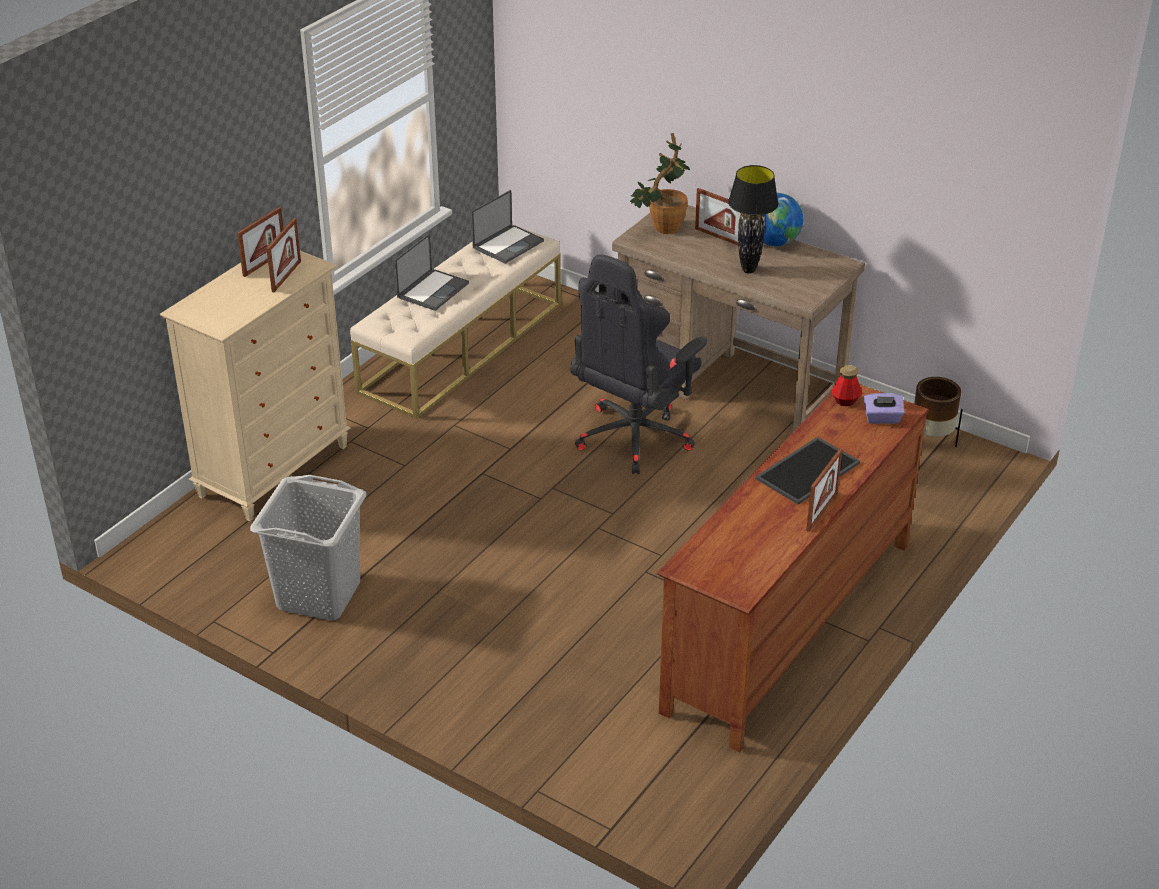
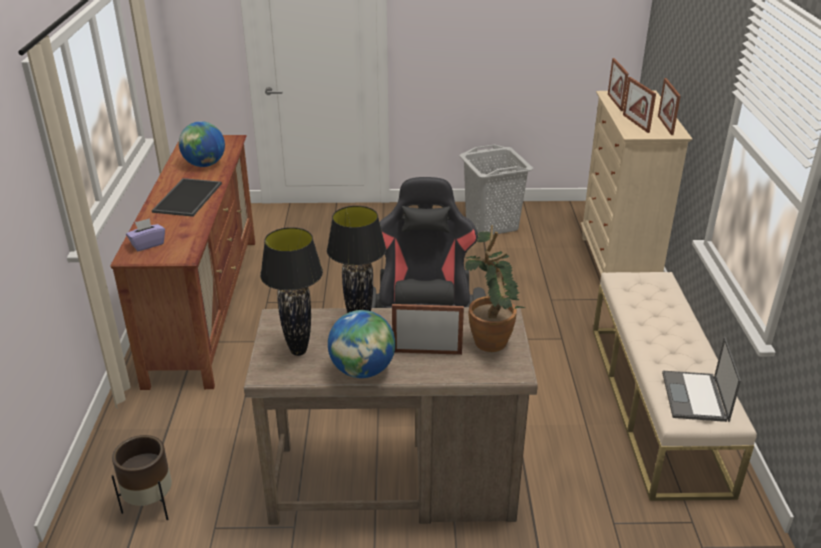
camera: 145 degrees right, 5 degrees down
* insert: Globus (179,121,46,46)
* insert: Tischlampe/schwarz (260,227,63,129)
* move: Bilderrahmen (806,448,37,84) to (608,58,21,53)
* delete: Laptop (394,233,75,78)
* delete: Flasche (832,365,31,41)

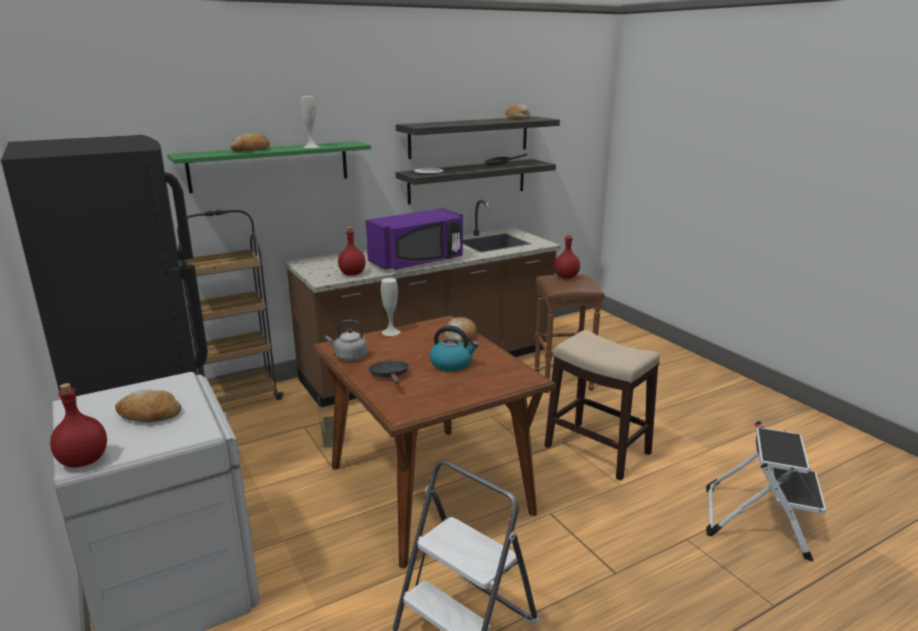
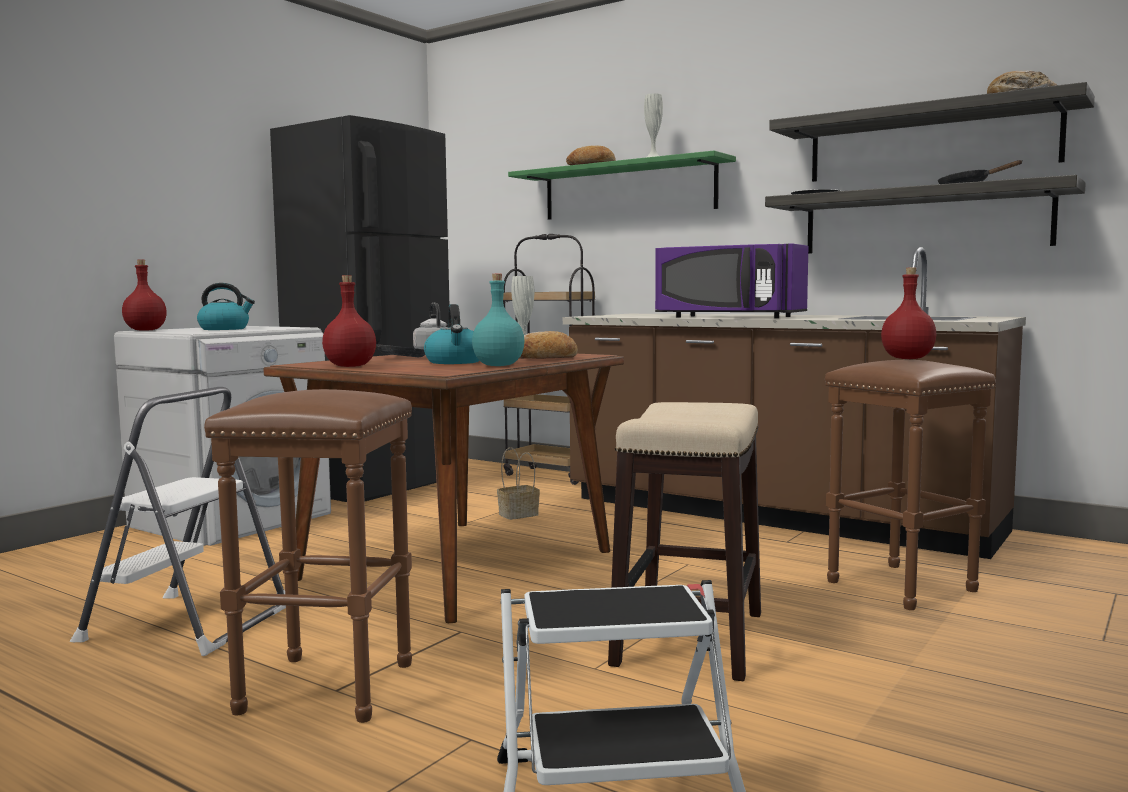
camera: 65 degrees right, 15 degrees down
* replace: Brot (115,389,66,33) to Wasserkessel (197,283,58,47)
* insert: Hocker/braun (204,389,208,334)
* move: Flasche/rot (338,227,28,49) to (322,275,54,92)
* insert: Flasche/türkis (472,274,53,92)

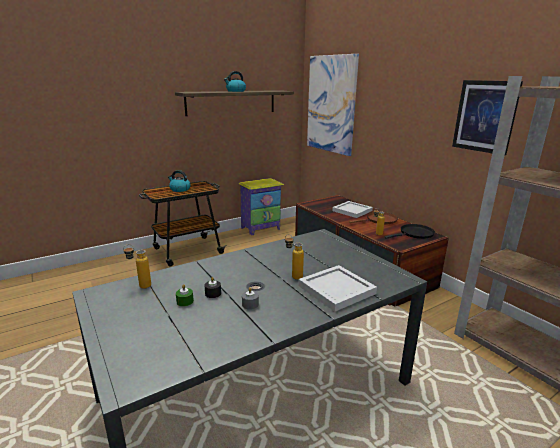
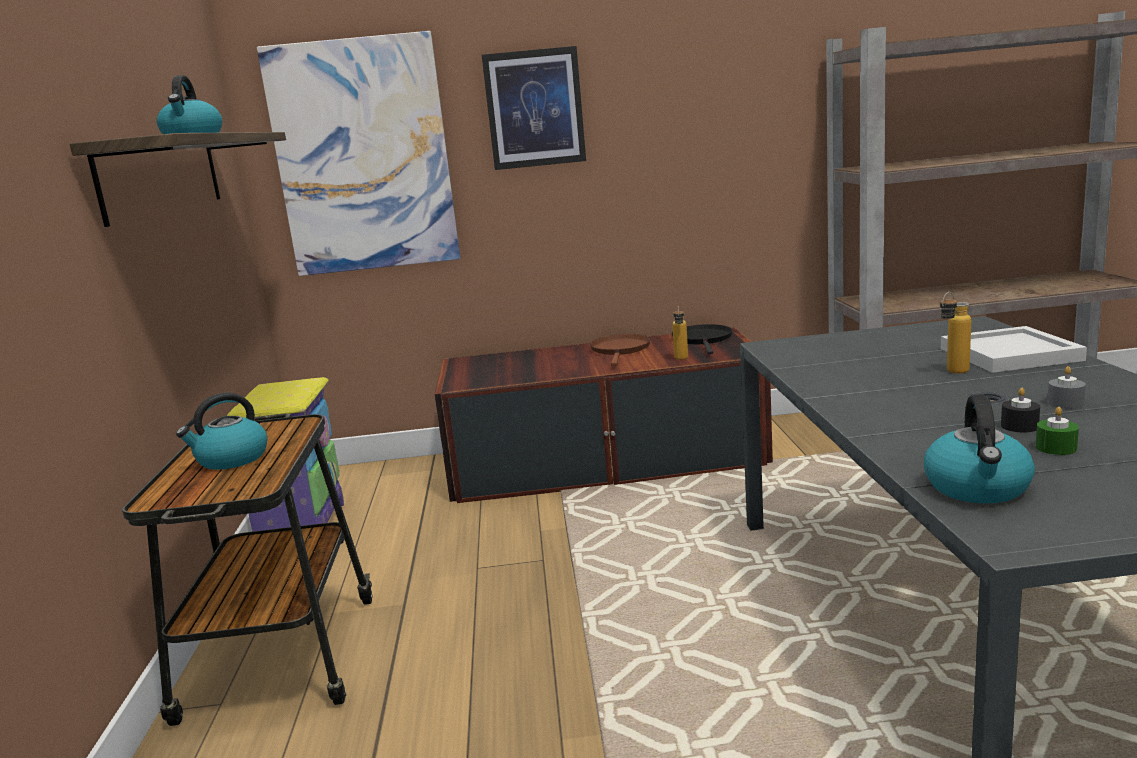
camera: 60 degrees left, 5 degrees down
* move: Bild (452,80,71,75) to (482,46,104,124)
* replace: Flasche (123,245,28,44) to Wasserkessel (924,394,111,109)
* delete: Tablett/weiß (332,201,41,17)

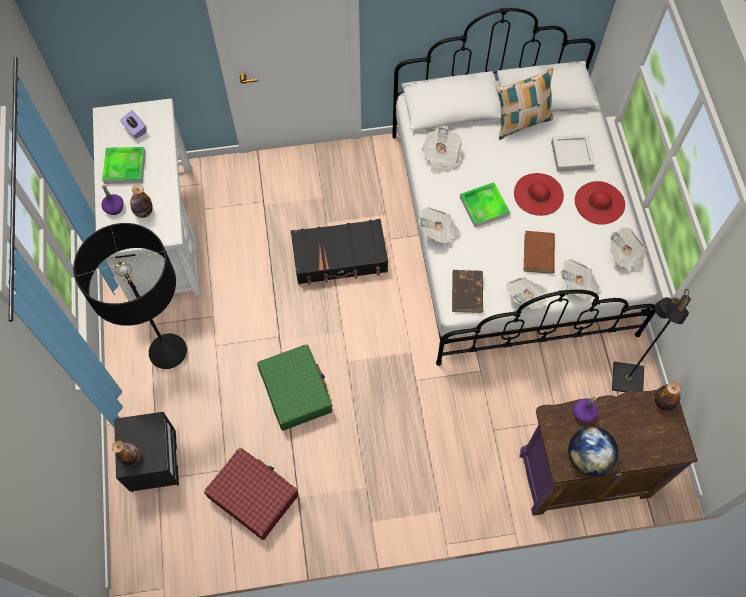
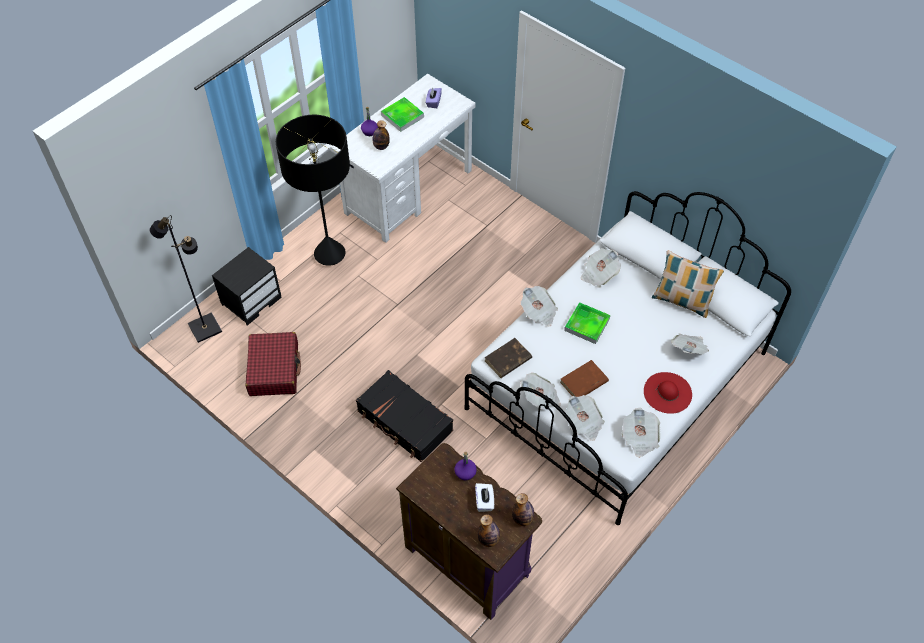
camera: 50 degrees right, 10 degrees down
* move: Stehlampe/schwarz (612,289,80,103) to (150,215,72,128)
* move: Koffer/schwarz (291,219,97,66) to (356,370,97,92)
* insert: Taschentuchbox/weiß (475,483,19,29)
* move: Flasche (112,440,29,26) to (477,514,23,33)
* replace: Tablett/grau (551,134,44,38) to Zeitung (671,334,38,20)
* delete: Koffer/grün (257,344,75,87)
* delete: Hut/rot (514,173,50,43)
* delete: Globus (568,427,50,49)

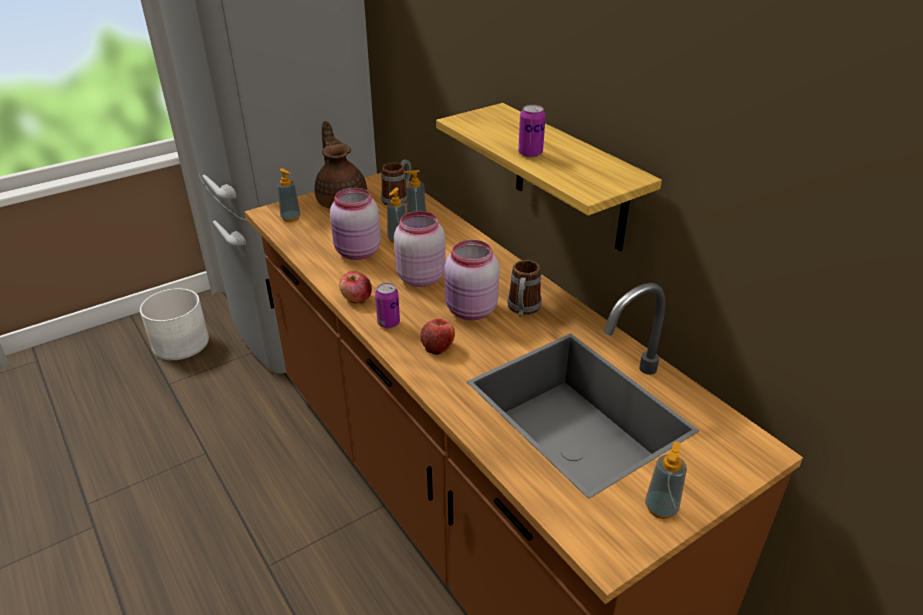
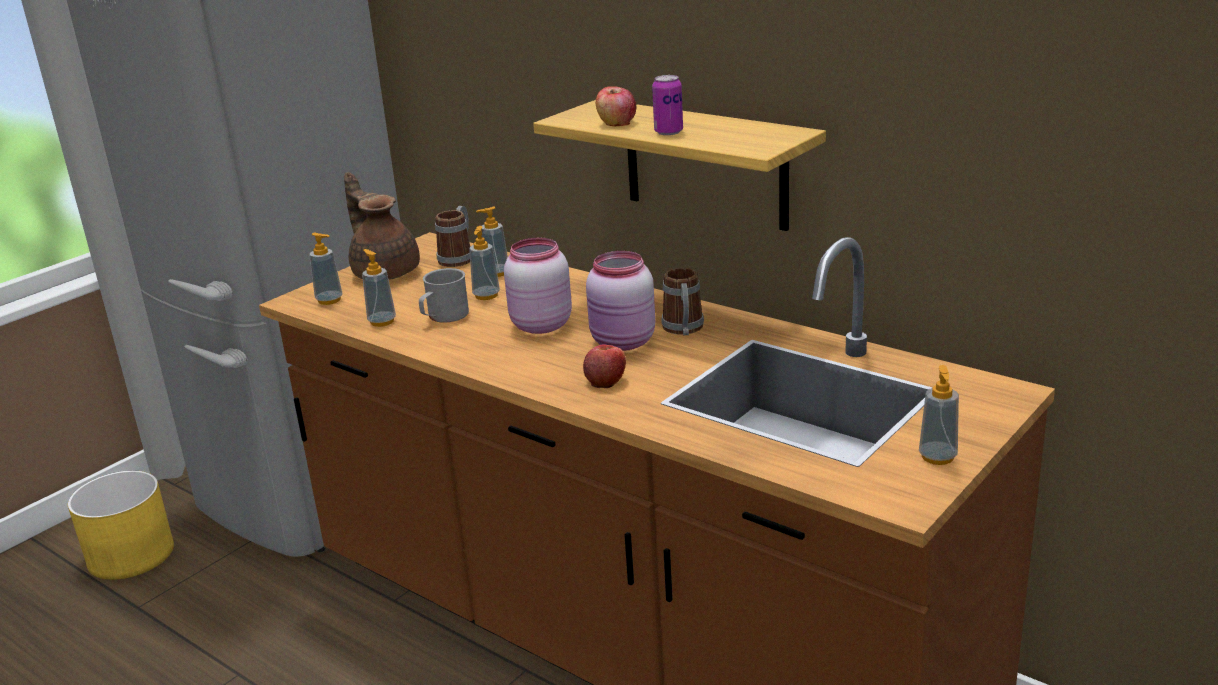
camera: 15 degrees left, 10 degrees down
* recolor: Pflanzkübel/weiß (140,288,69,72) to Pflanzkübel/gelb (68,470,106,110)
* insert: Seifenspender (362,249,34,78)
* replace: Vorratsglas/rosa (330,188,51,72) to Henkelbecher/grau (419,268,50,54)
* move: Apfel (339,271,33,33) to (596,86,40,40)
* delete: Dose (375,283,25,45)

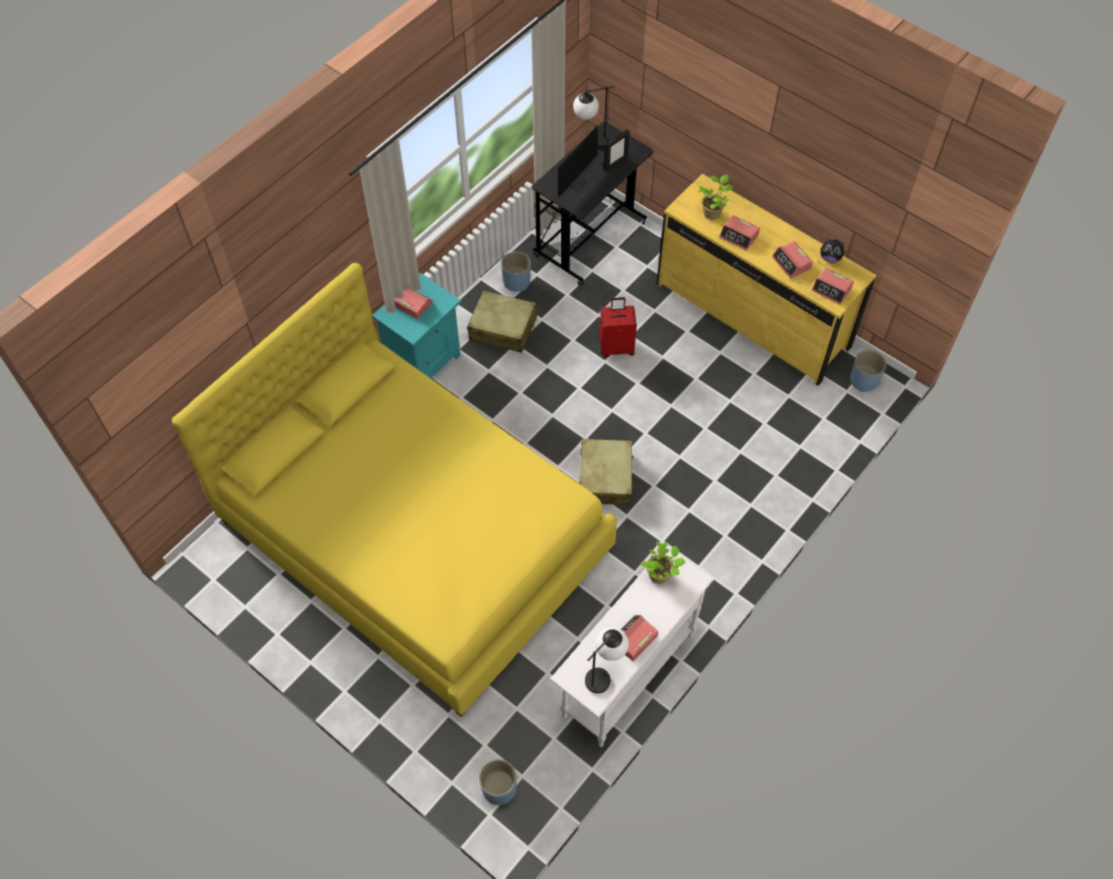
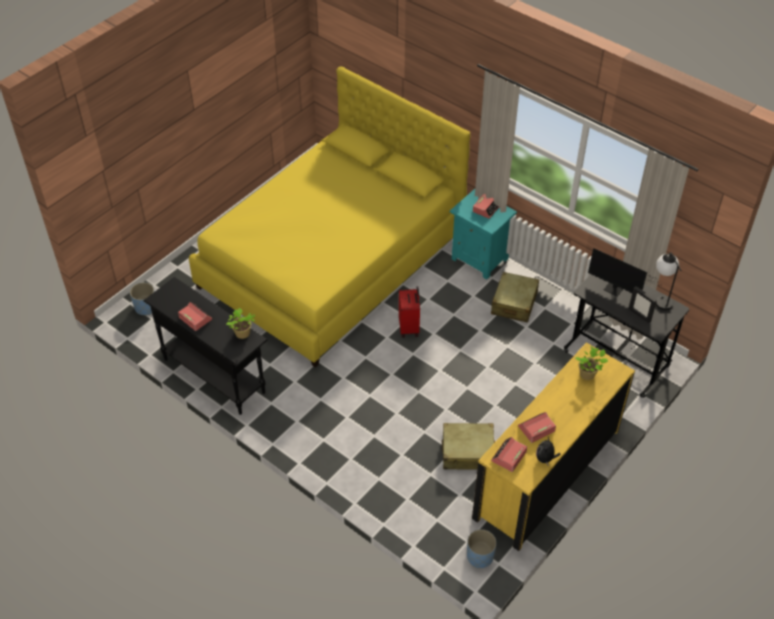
camera: 90 degrees right, 10 degrees down
* recolor: Konsolentisch/weiß (550,545,164,202) to Konsolentisch/schwarz (144,277,124,138)
* move: Koffer/rot (599,297,38,60) to (399,286,21,52)
* move: Koffer/beige (579,439,55,66) to (442,423,53,47)
* delete: Pflanzkübel/blau (501,251,30,41)
* delete: Tischlampe (585,627,44,66)
* delete: Wecker (719,215,41,36)

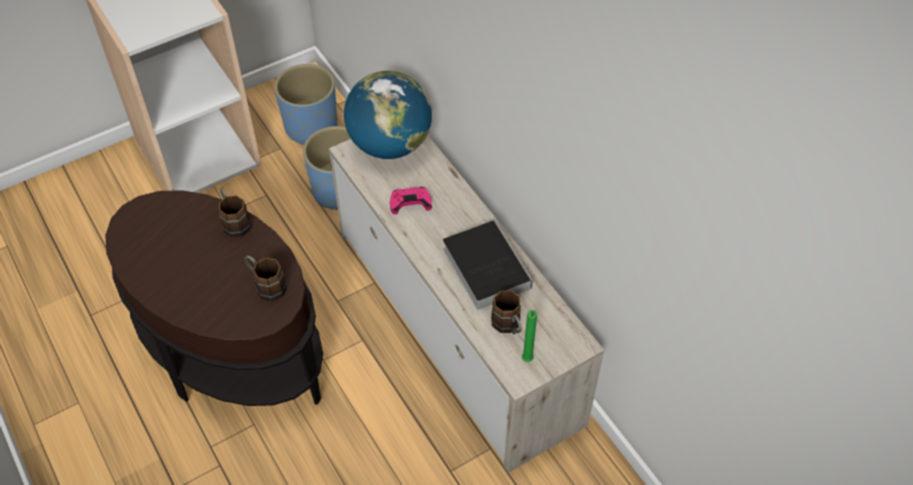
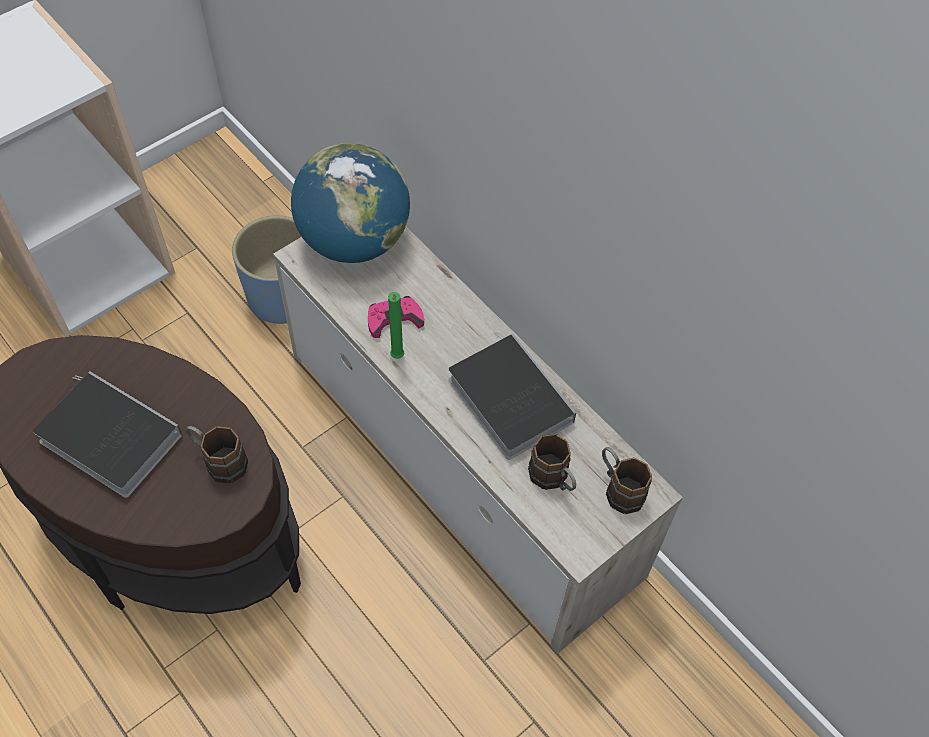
camera: 10 degrees left, 5 degrees up
* insert: Buch (33,371,149,127)
* move: Kerze/grün (522,310,15,52) to (388,292,16,67)
* move: Henkelbecher/braun (219,188,32,50) to (602,447,50,67)
* delete: Pflanzkübel/blau (274,64,63,81)

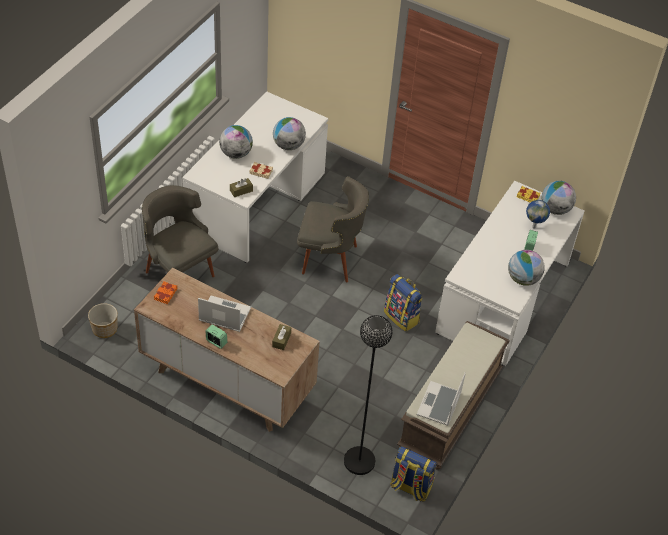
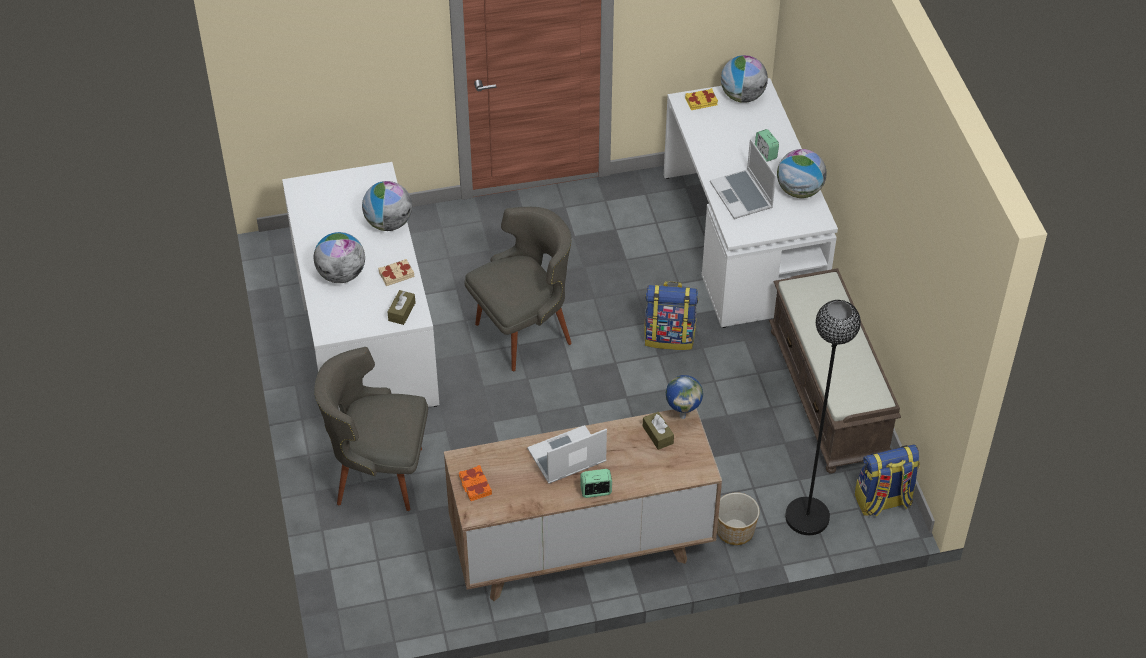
camera: 40 degrees left, 0 degrees up
* move: Globus (526,200,24,29) to (666,375,37,44)
* move: Laptop (417,372,49,54) to (710,139,66,80)
* move: Pflanzkübel (88,303,30,35) to (717,492,43,53)

